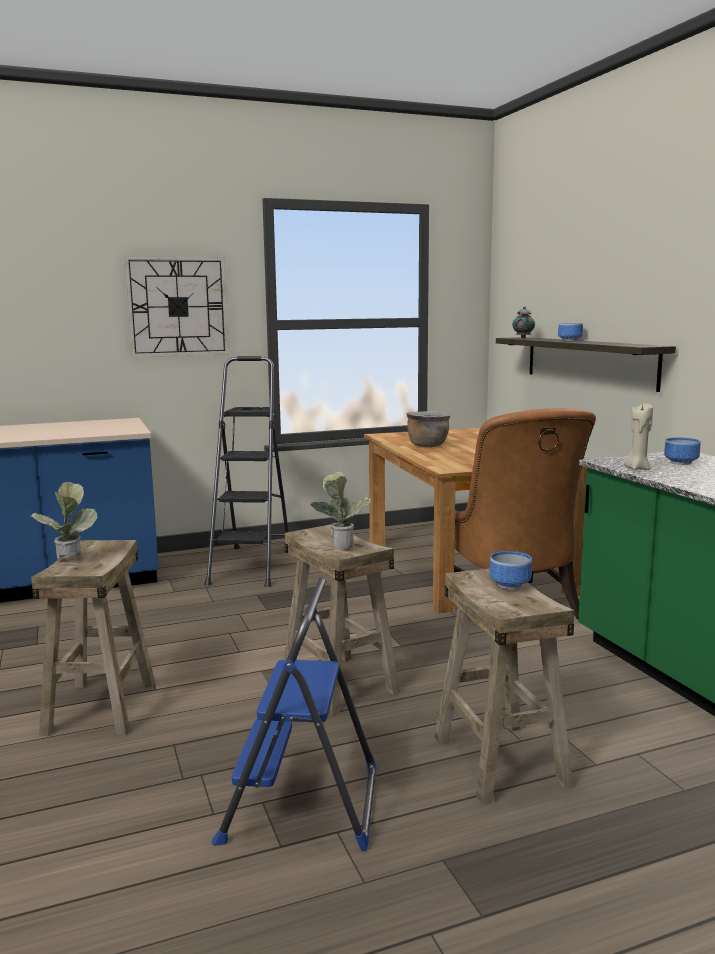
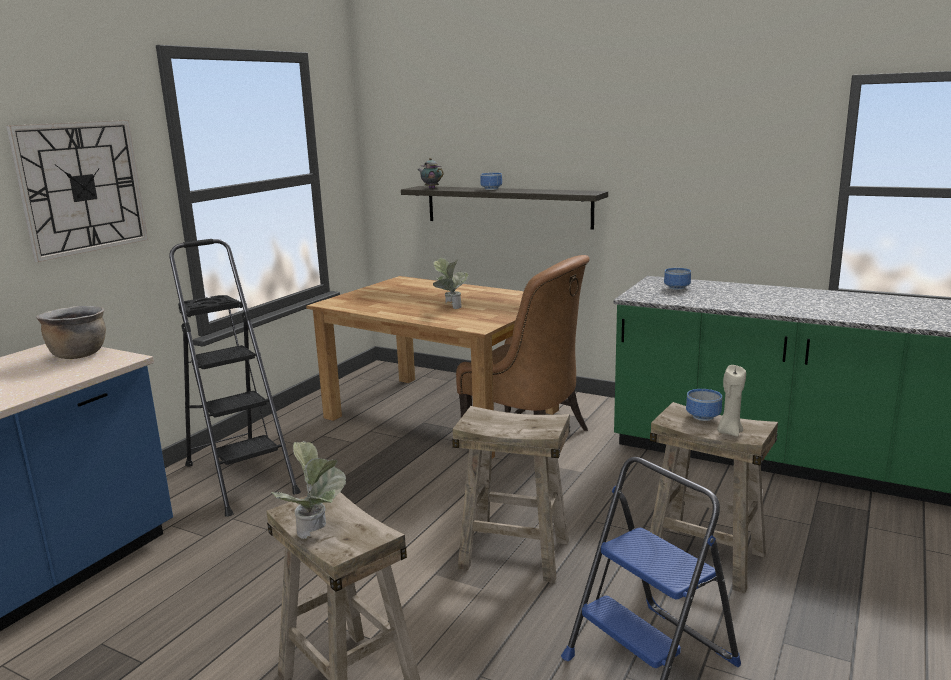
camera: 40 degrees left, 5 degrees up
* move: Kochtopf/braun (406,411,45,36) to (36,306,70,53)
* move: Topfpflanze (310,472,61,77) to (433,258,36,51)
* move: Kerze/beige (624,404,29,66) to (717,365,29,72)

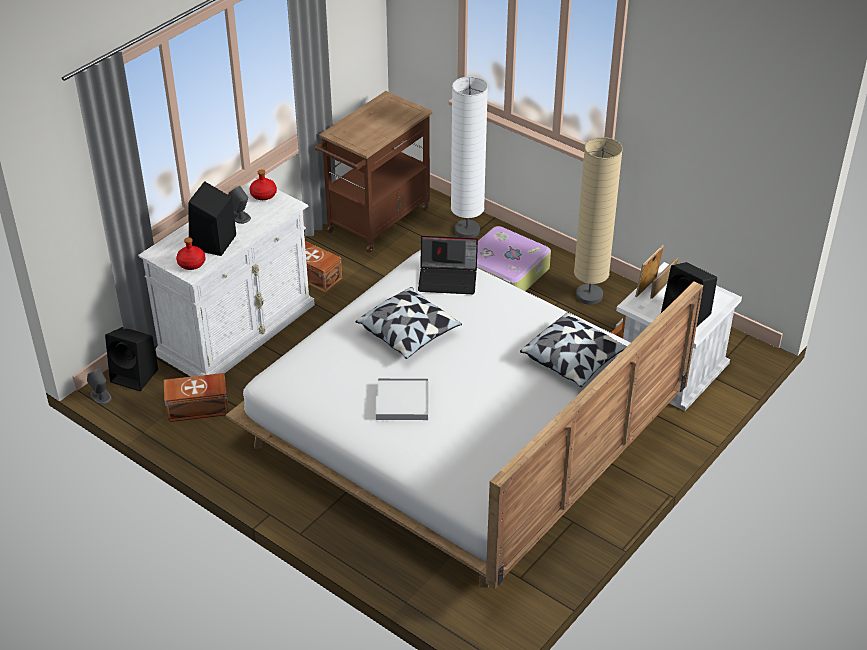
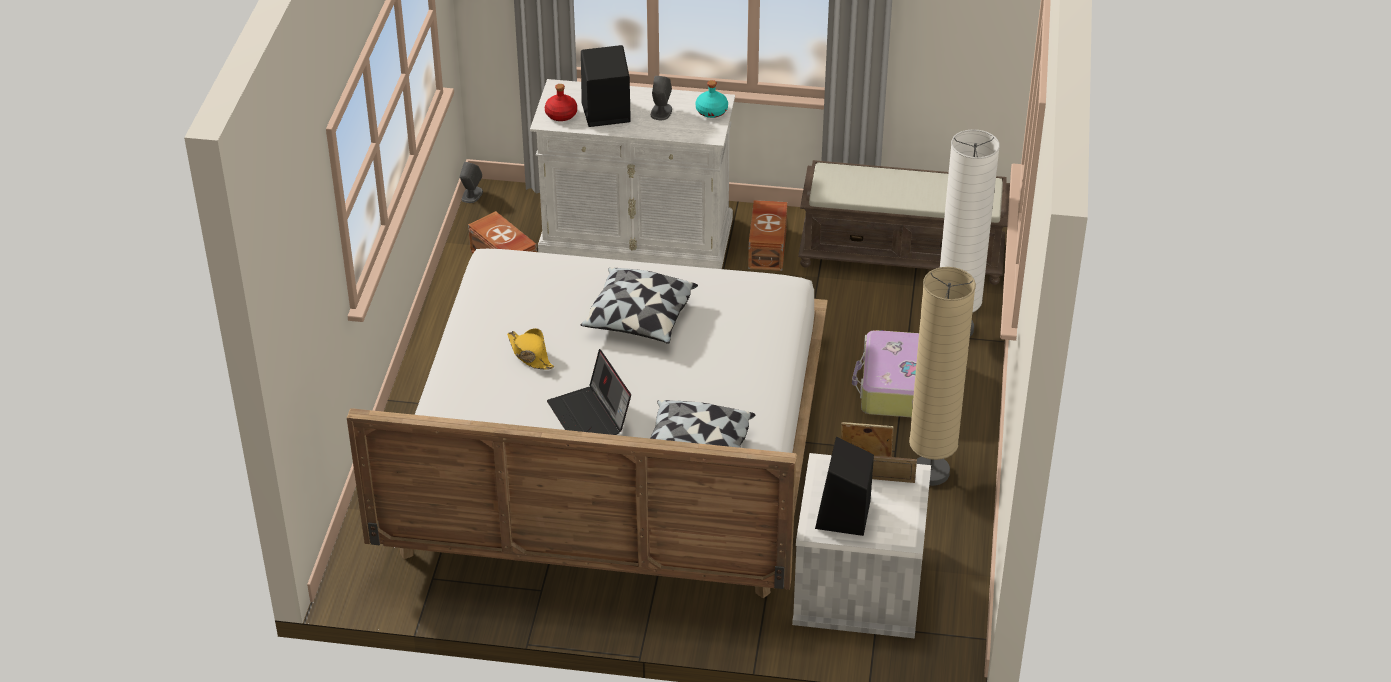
camera: 60 degrees right, 0 degrees up
* replace: Tablett/weiß (376,378,53,42) to Hut/gelb (507,328,47,41)
* move: Laptop (418,236,60,58) to (547,349,84,86)
* recolor: Flasche/rot (250,169,27,31) to Flasche/türkis (696,80,32,38)
* replace: Rollwagen/braun (315,91,118,162) to Bank/braun (798,160,212,125)
* delete: Lautsprecher/schwarz (105,327,53,64)

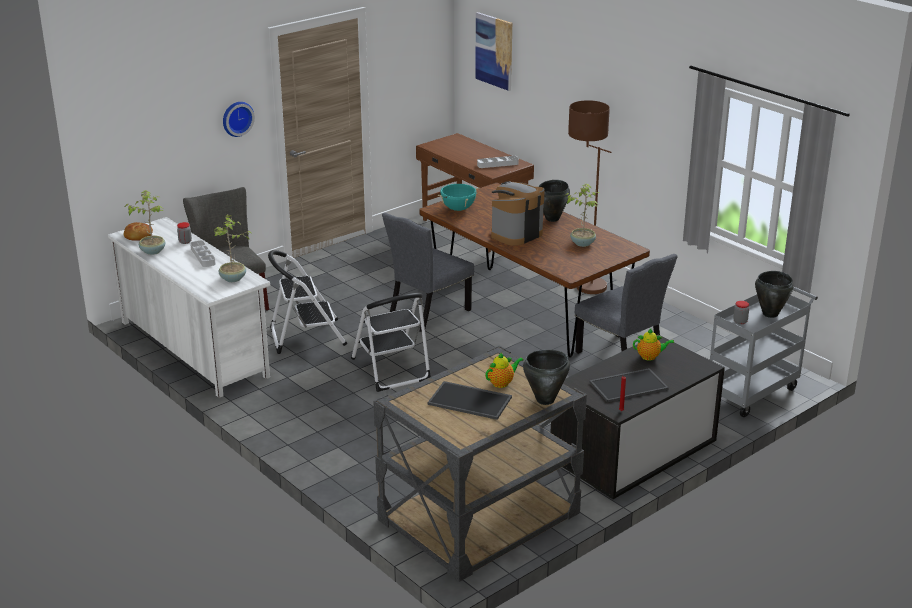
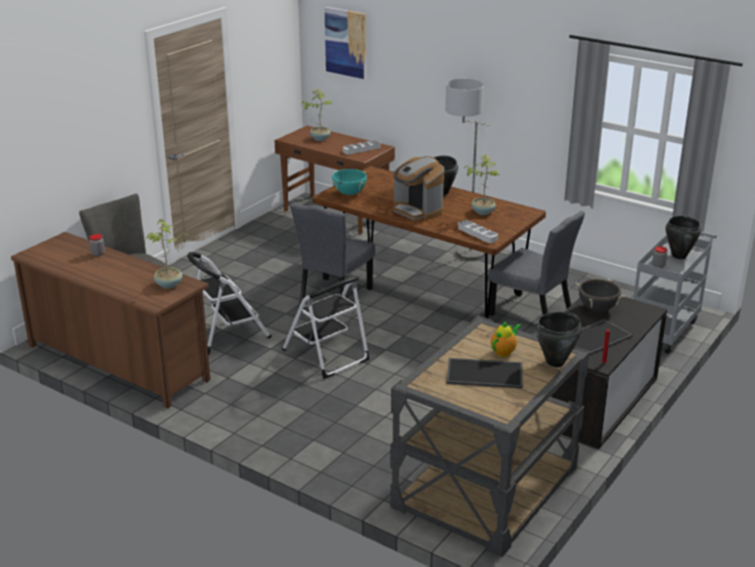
camera: 15 degrees left, 0 degrees up
* recolor: Kommode/weiß (108,217,162,181) to Kommode/braun (11,232,199,176)
* move: Topfpflanze (125,190,41,65) to (302,90,30,51)
* rotate: Kaffeemaschine (491,181,54,65) = (393,156,51,65) 75 degrees counterclockwise
* recolor: Stehlampe/braun (568,100,44,194) to Stehlampe/grau (445,79,45,182)
* move: Tablett/grau (190,240,26,27) to (458,220,40,23)
* replace: Teekanne (633,328,41,33) to Kochtopf/schwarz (576,279,49,32)
* delete: Brot (123,222,30,19)
* delete: Wanduhr (223,102,32,35)

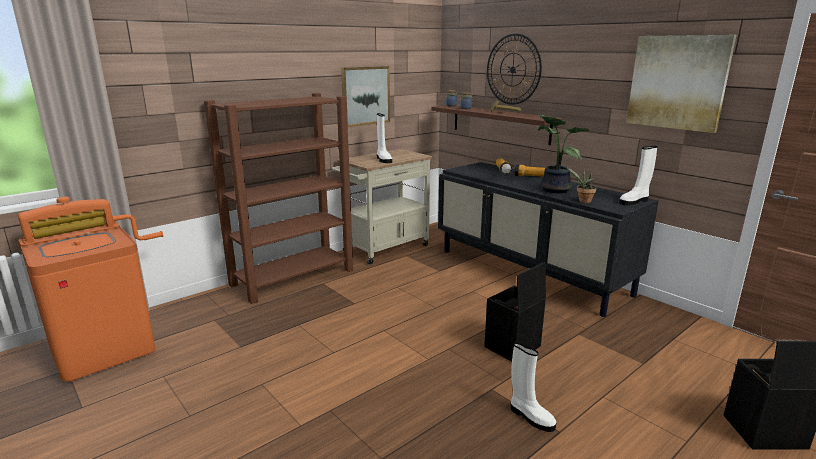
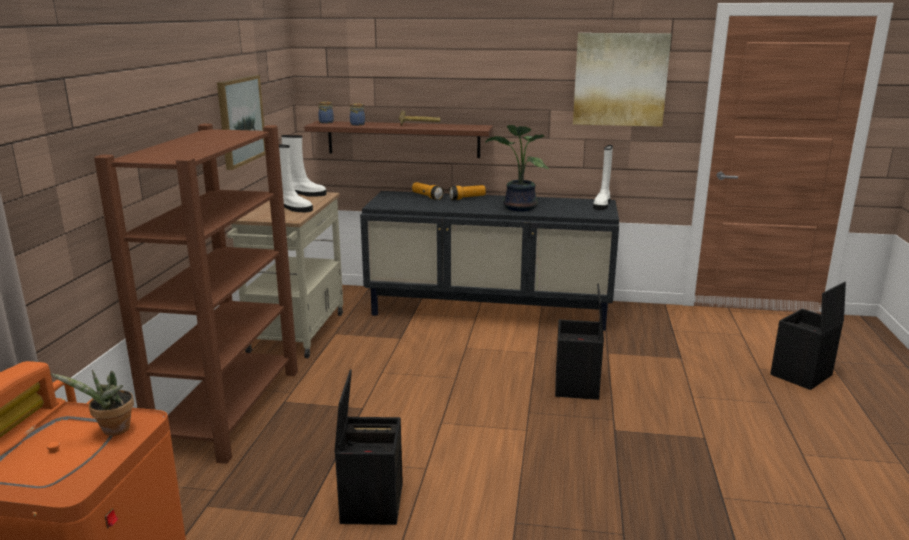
camera: 40 degrees left, 0 degrees up
* move: Topfpflanze (566,167,30,36) to (50,370,84,66)
* move: Stiefel/weiß (511,343,46,89) to (281,135,46,62)
* insert: Aufbewahrungsbox/schwarz (335,369,68,156)
* delete: Wanduhr (487,34,55,71)

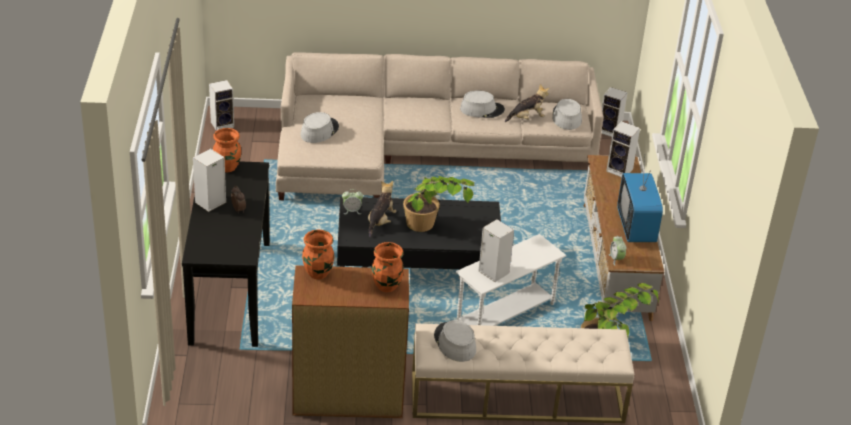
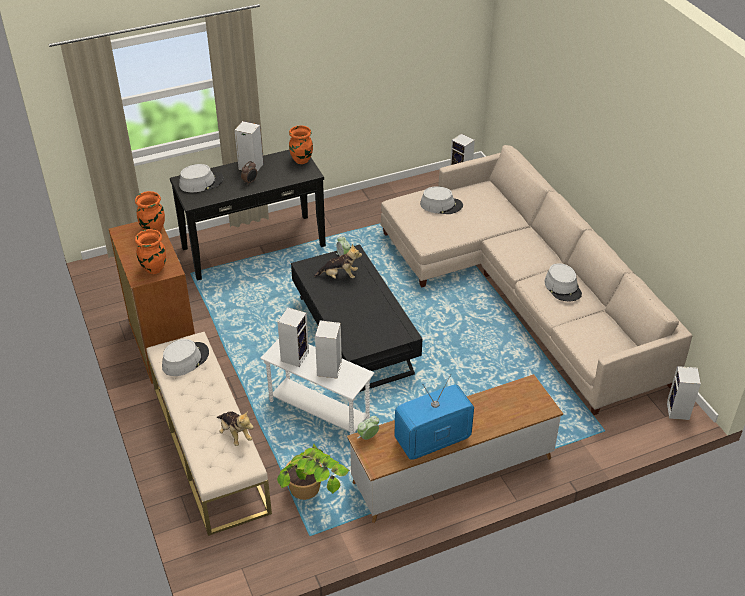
camera: 70 degrees right, 5 degrees up
* move: Hut/grau (552,99,30,31) to (179,164,45,28)
* move: Plüschtier (505,84,44,38) to (217,411,36,35)
* move: Lautsprecher (606,121,34,56) to (315,320,27,59)
* delete: Topfpflanze (403,176,72,56)

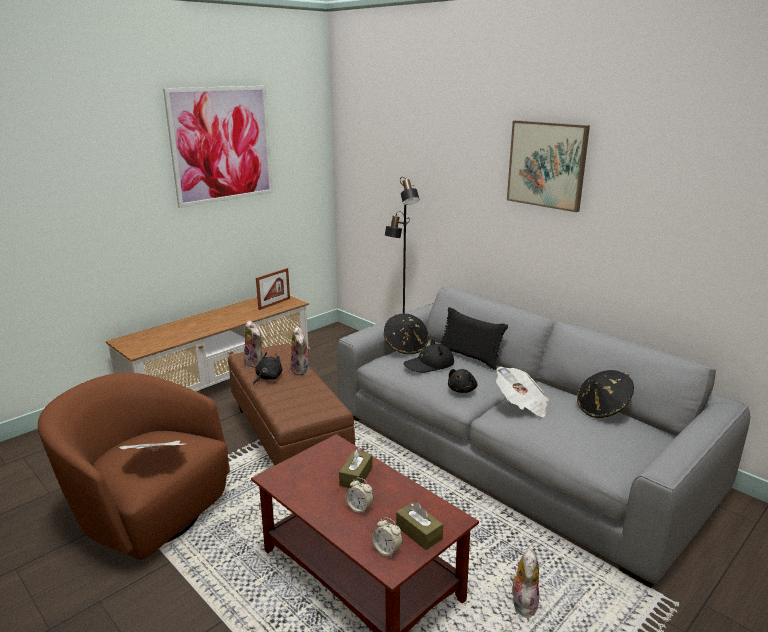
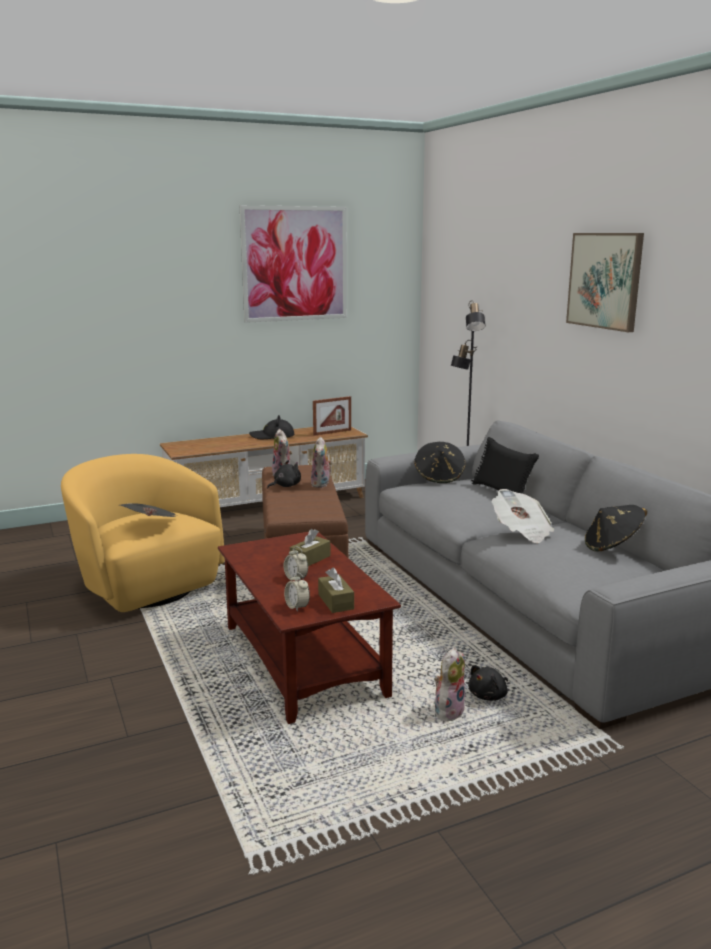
camera: 20 degrees right, 5 degrees down
* recolor: Sessel/braun (38,373,192,187) to Sessel/gelb (61,454,164,158)
* move: Hut/schwarz (404,339,50,34) to (249,415,45,24)
* move: Plüschtier/schwarz (448,369,29,24) to (468,665,40,36)

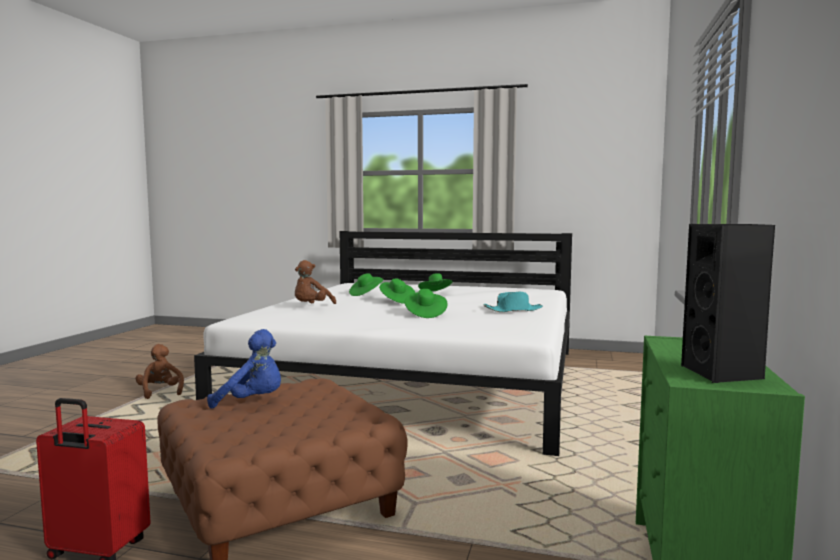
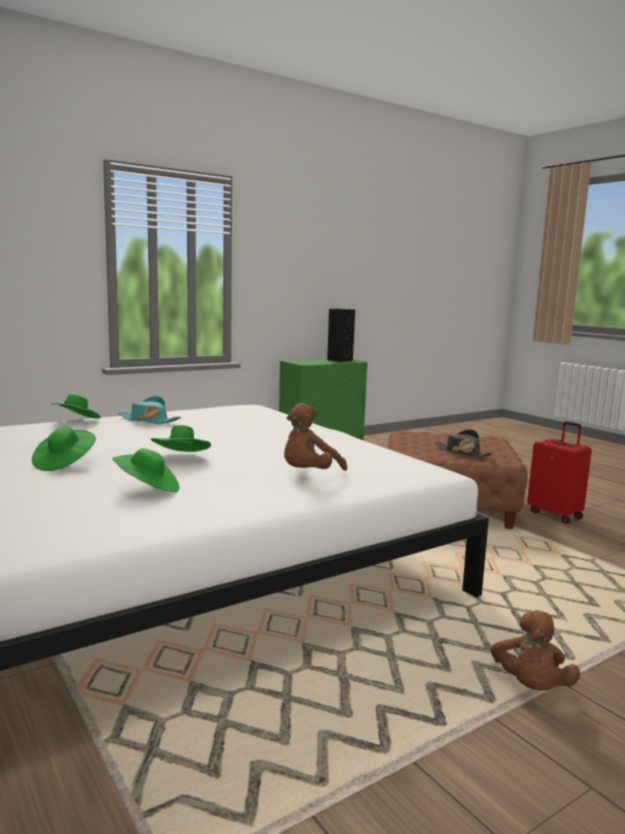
camera: 140 degrees left, 5 degrees up
* move: Hut/grün (404,289,44,29) to (50,394,51,25)
* rotate: Plüschtier/braun (295,260,41,44) = (284,403,63,68) 150 degrees clockwise
* replace: Plüschtier/blau (207,329,74,79) to Hut/schwarz (435,429,59,29)

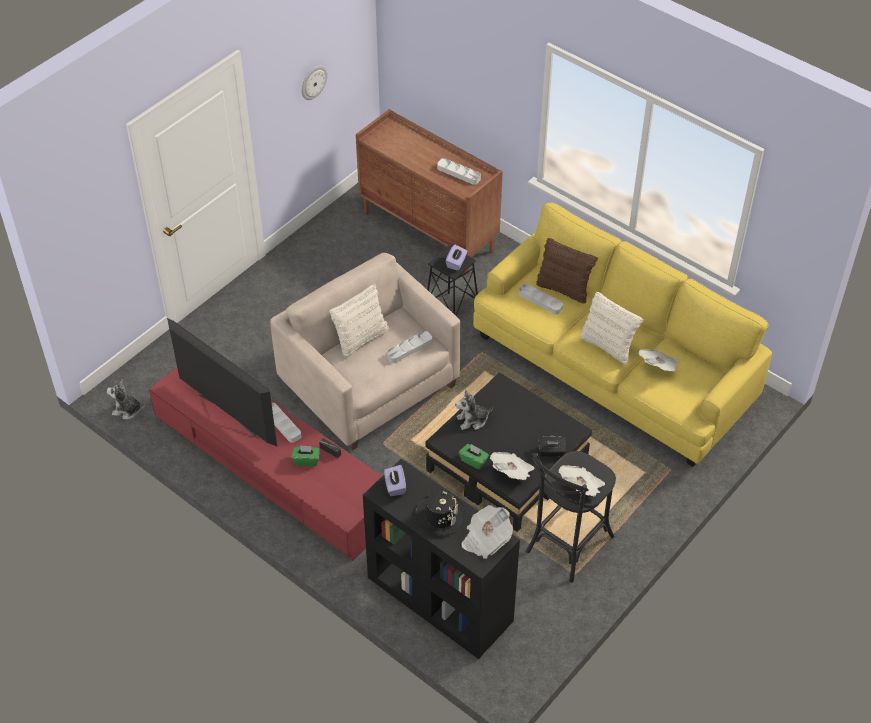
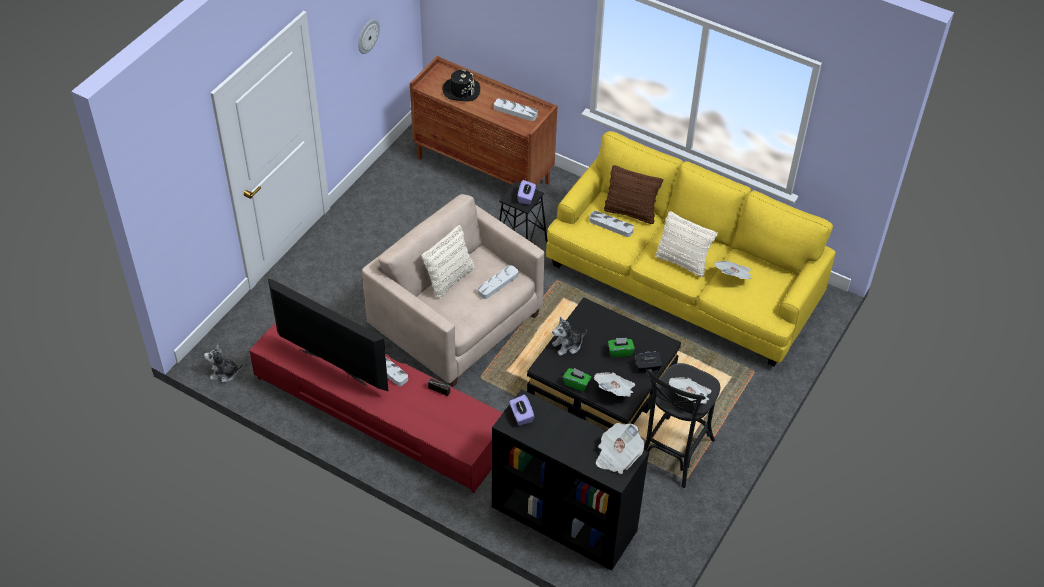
camera: 10 degrees left, 0 degrees up
* move: Hut/schwarz (415,490,50,45) to (442,70,38,32)
* move: Taschentuchbox/grün (291,445,29,21) to (608,338,27,19)

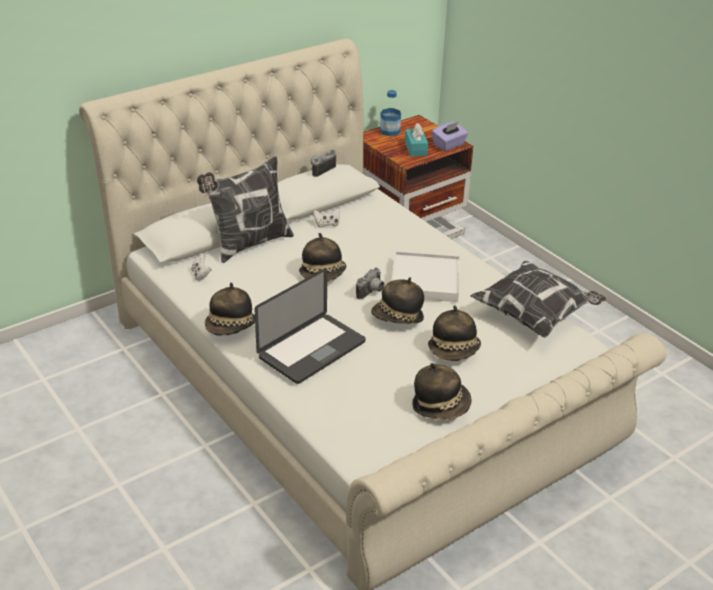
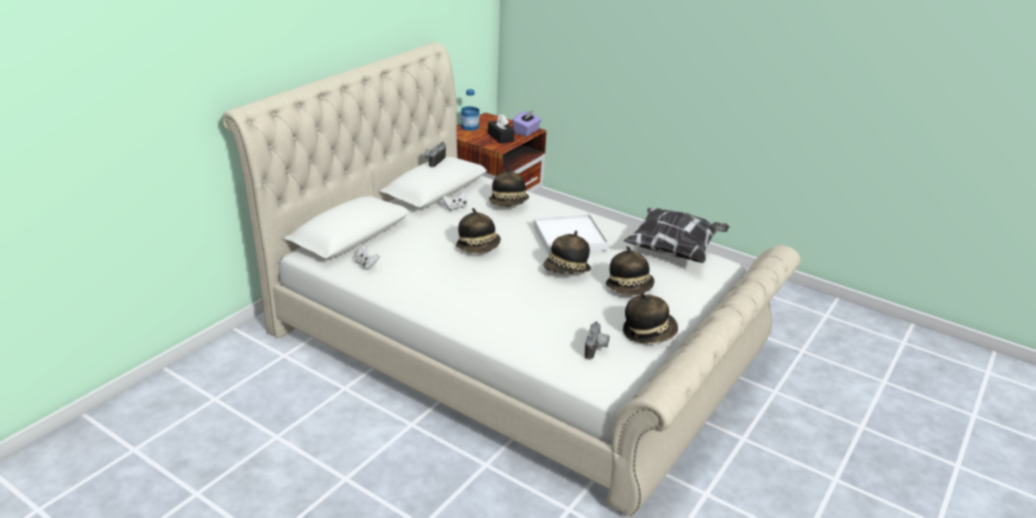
camera: 20 degrees left, 5 degrees down
* recolor: Taschentuchbox/türkis (405,123,23,33) to Taschentuchbox/schwarz (488,114,26,30)
* move: Hut (205,283,50,53) to (489,167,40,40)
* move: Kamera (356,267,28,33) to (584,322,25,38)
* delete: Kissen (197,156,97,107)
* delete: Laptop (255,268,111,116)

